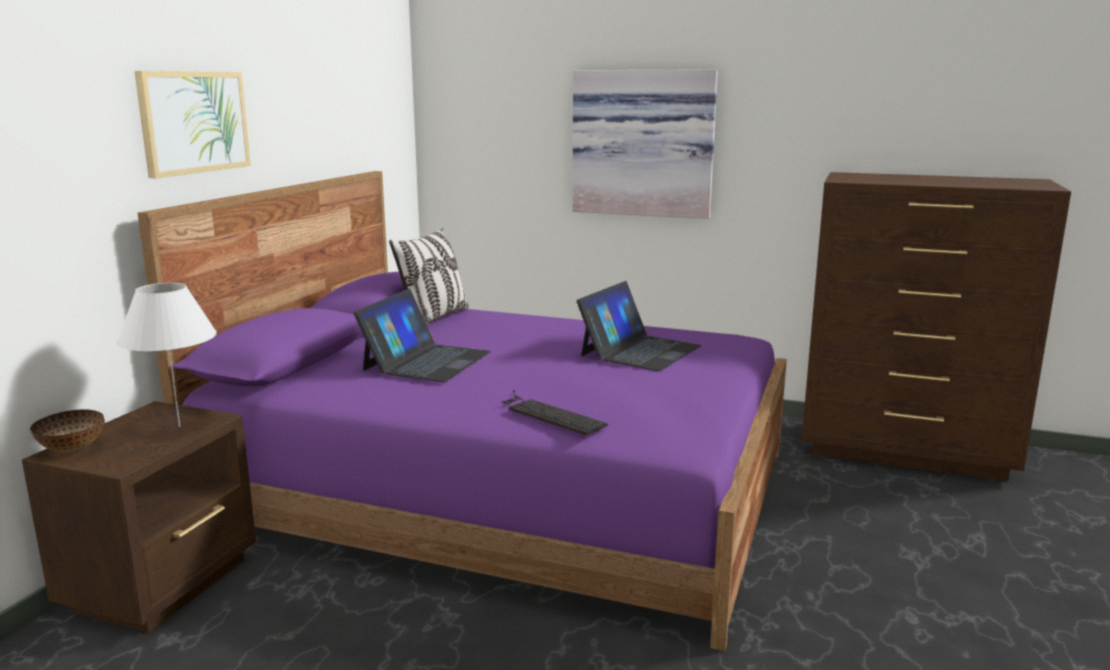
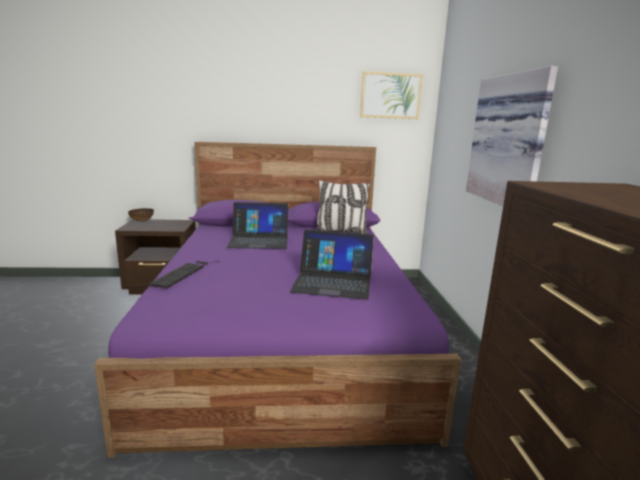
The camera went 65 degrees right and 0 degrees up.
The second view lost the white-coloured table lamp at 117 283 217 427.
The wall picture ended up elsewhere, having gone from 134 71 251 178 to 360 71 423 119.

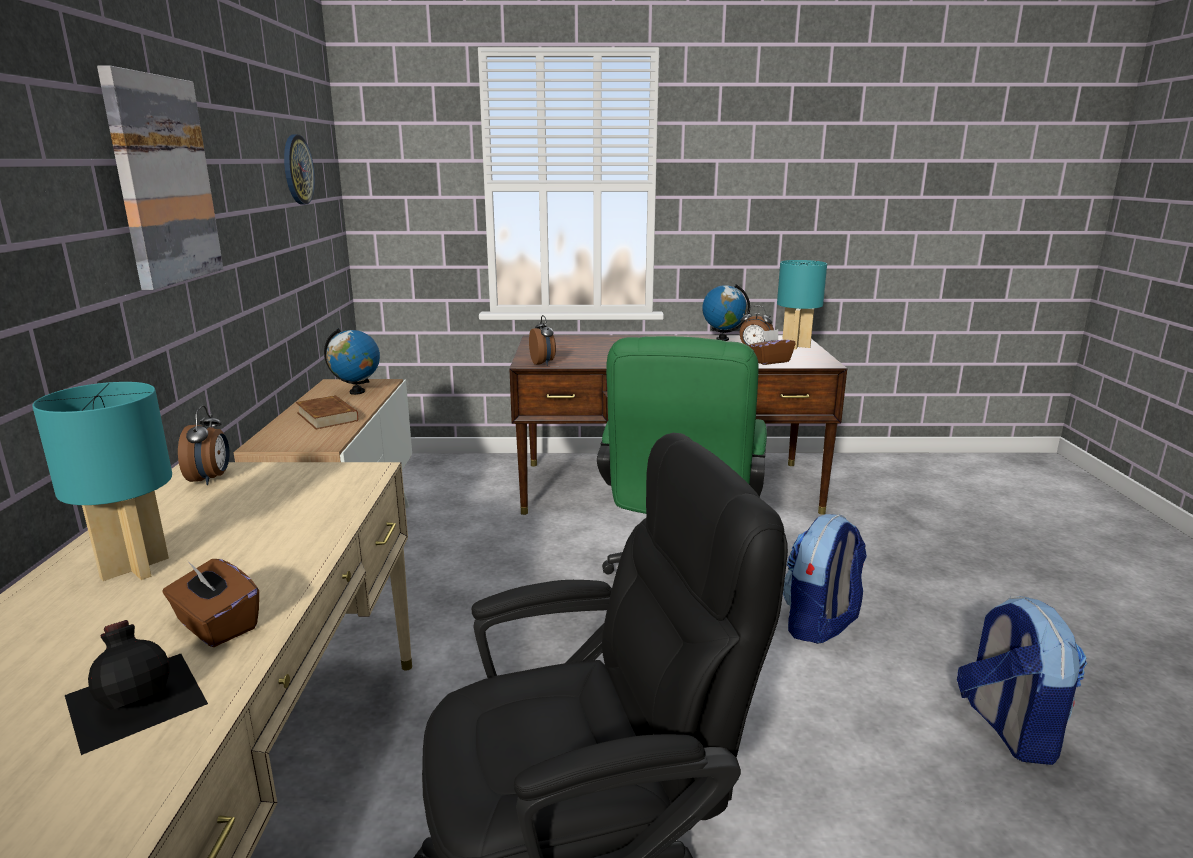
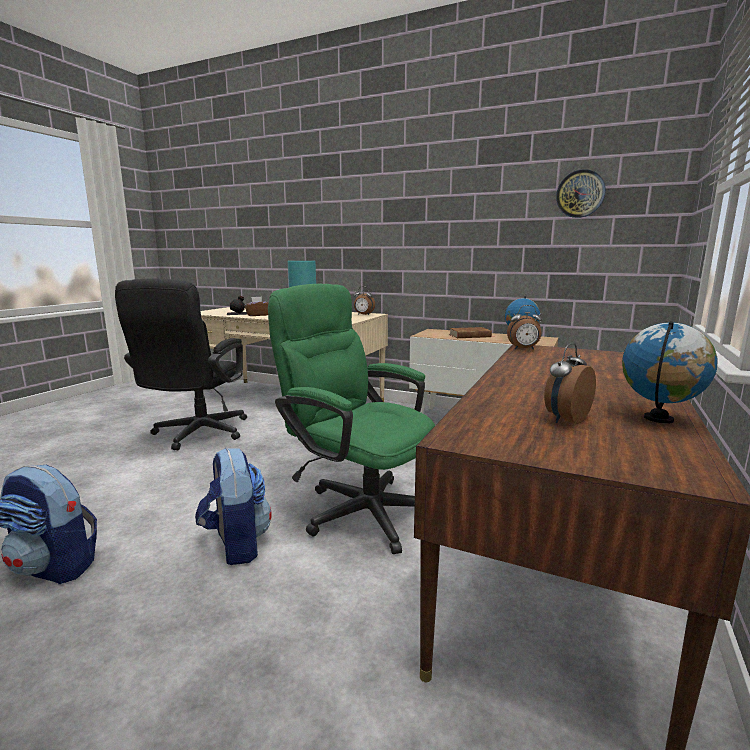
The camera went 115 degrees right and 5 degrees down.
The second view lost the wall picture at 97 65 223 290.
The second view lost the brown-coloured tissue box at 749 329 796 365.
The second view lost the turquoise table lamp at 777 260 827 350.

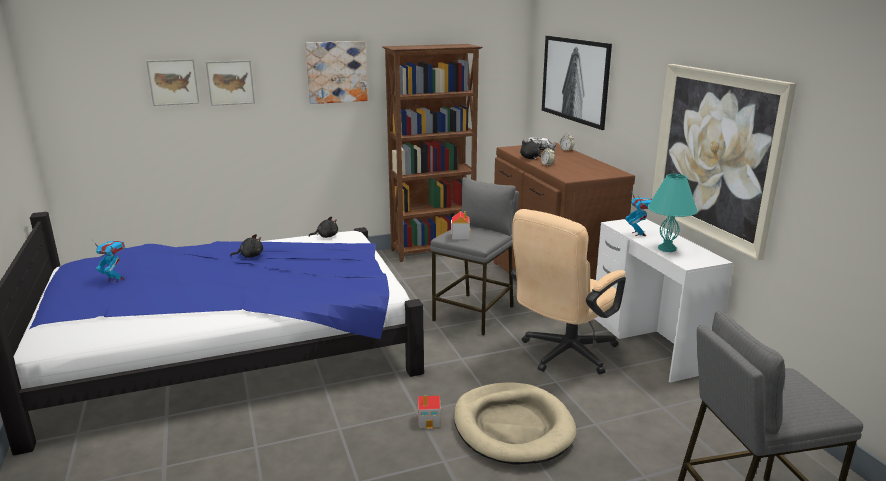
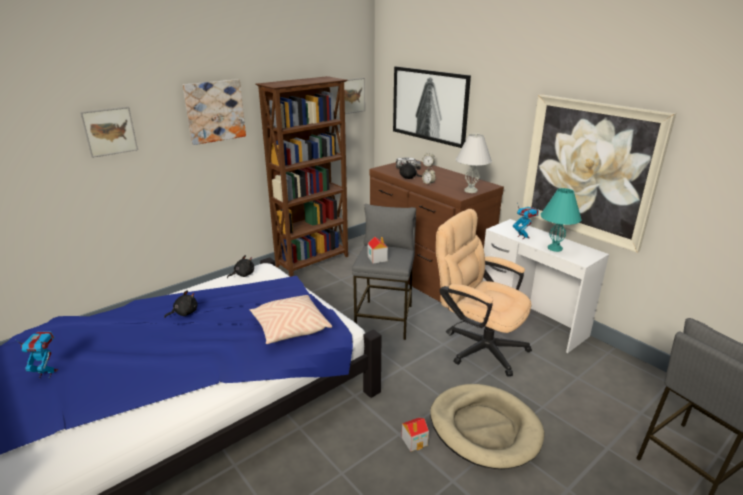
The camera went 20 degrees left and 5 degrees up.
The second view gained the beige pillow at 250 295 332 344.
The second view gained the white-coloured table lamp at 456 133 492 193.
The wall picture ended up elsewhere, having gone from 146 59 199 106 to 338 78 365 115.
The beige desk chair at 511 209 626 374 ended up facing another way, 105 degrees clockwise from before.

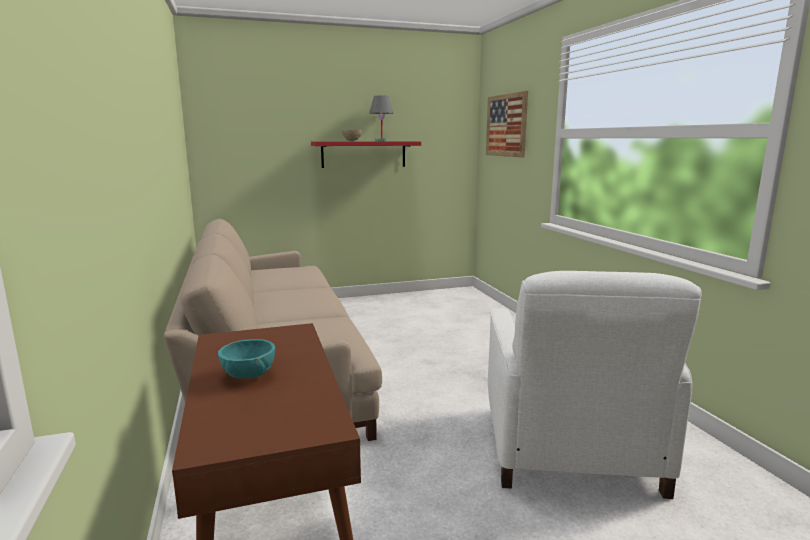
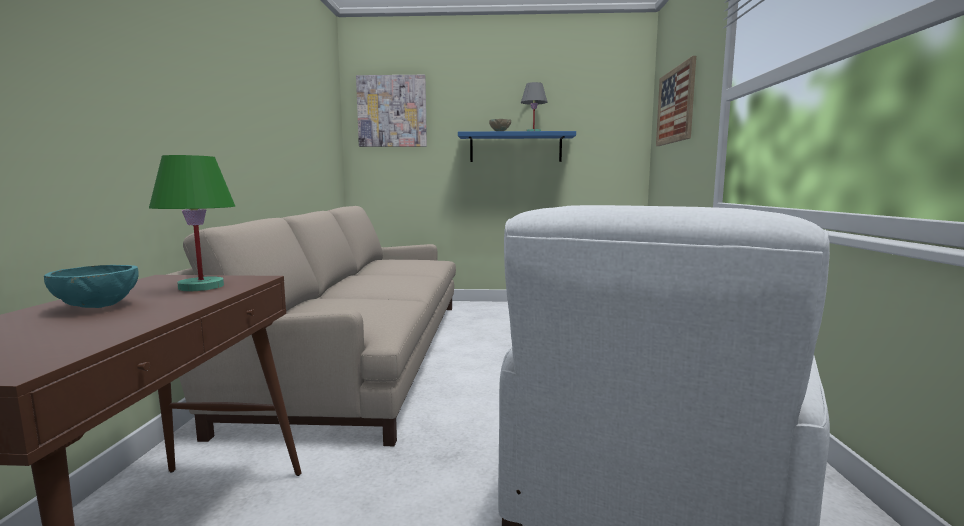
The camera went 20 degrees right and 5 degrees down.
The second view gained the green table lamp at 149 155 235 291.
The second view gained the wall picture at 356 75 427 147.
What was the red wall shelf at 311 141 421 168 turned into the bluish wall shelf at 458 131 576 162.

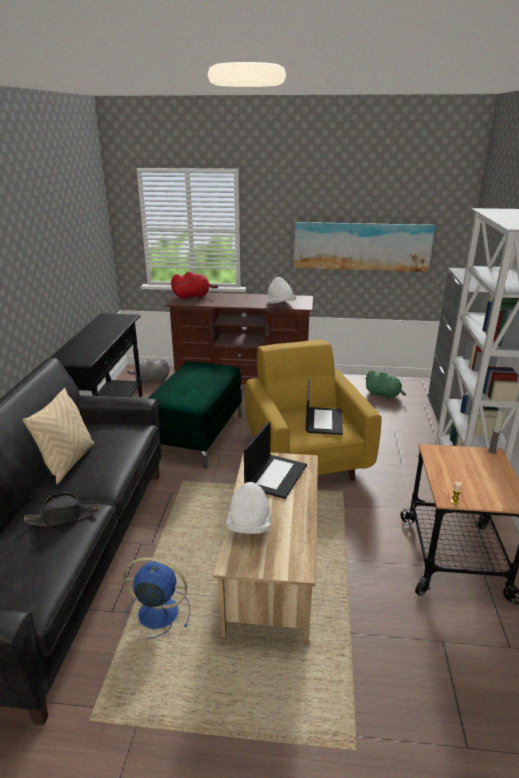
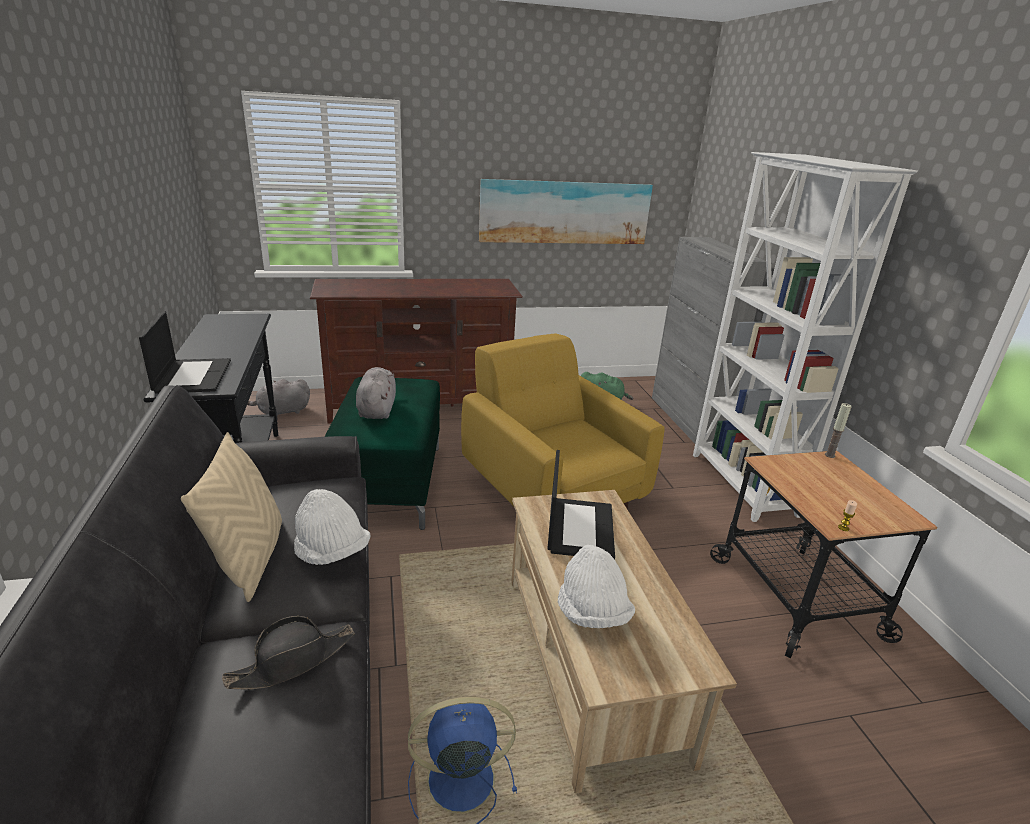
The camera went 20 degrees left and 0 degrees up.
The second view lost the red plush toy at 171 272 218 299.
The second view gained the grey plush toy at 356 367 396 419.
The white-coloured clothing hat ended up elsewhere, having gone from 267 277 296 304 to 294 489 371 565.
The notebook computer ended up elsewhere, having gone from 306 378 343 435 to 139 311 231 394.

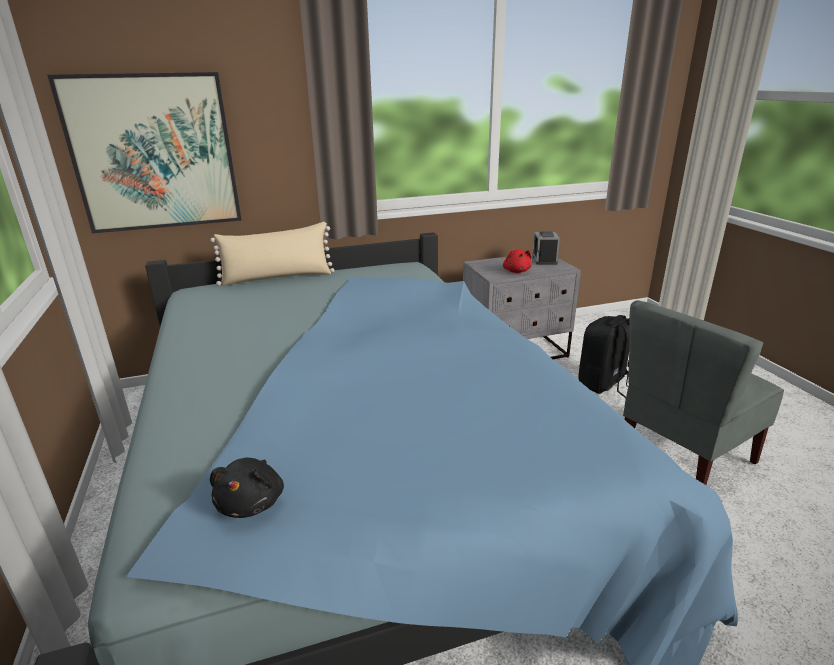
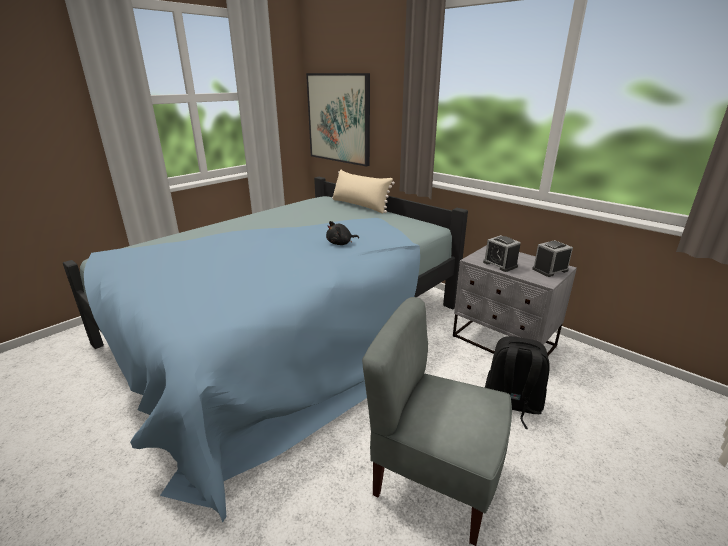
The camera went 60 degrees right and 0 degrees up.
The blackish plush toy ended up elsewhere, having gone from 210 458 284 518 to 326 221 359 245.
Where the red plush toy stood at 503 250 532 273, the alarm clock came to stand at 483 235 521 272.

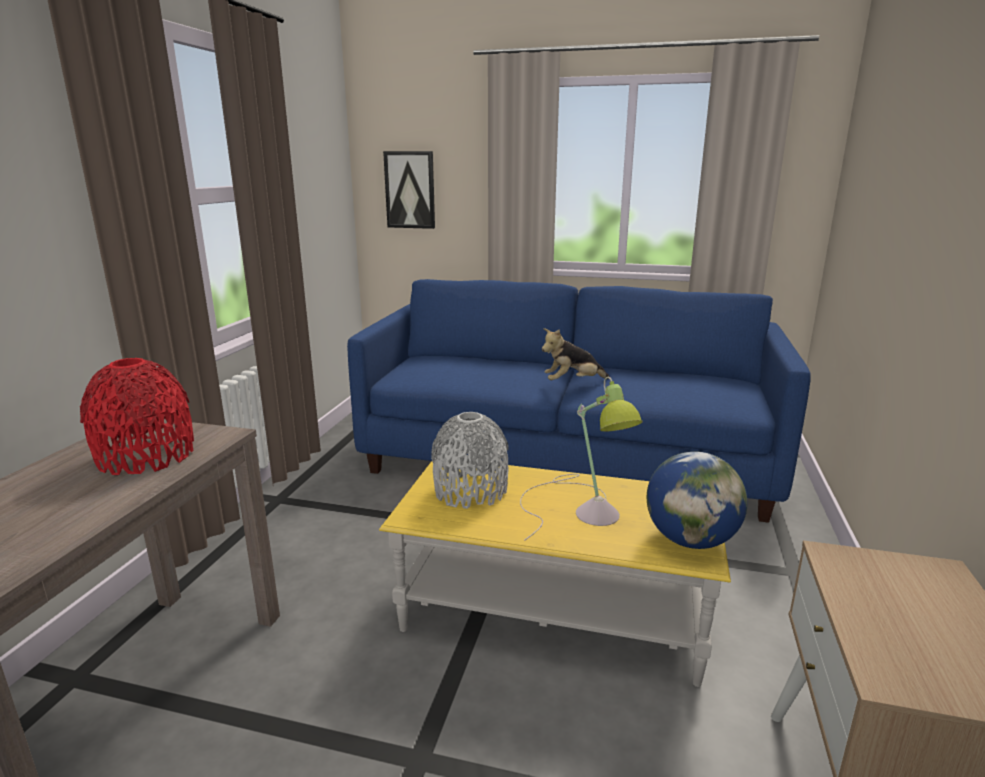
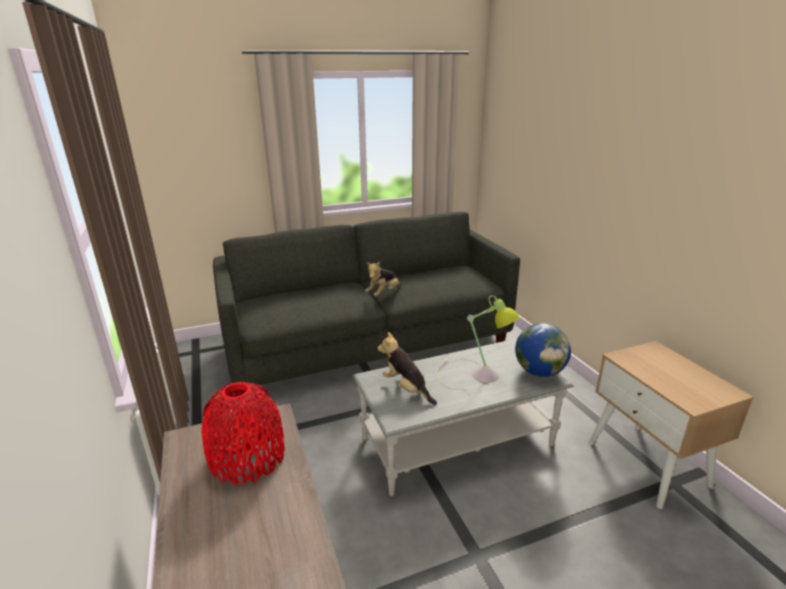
The camera went 35 degrees left and 5 degrees up.
The second view lost the wall picture at 383 151 435 229.
Where the grey vase stood at 431 412 509 509, the plush toy came to stand at 378 332 437 405.
What was the bluish couch at 347 279 811 523 turned into the grey couch at 213 212 520 385.
What was the yellowish low table at 379 461 731 687 turned into the grey low table at 353 339 574 496.

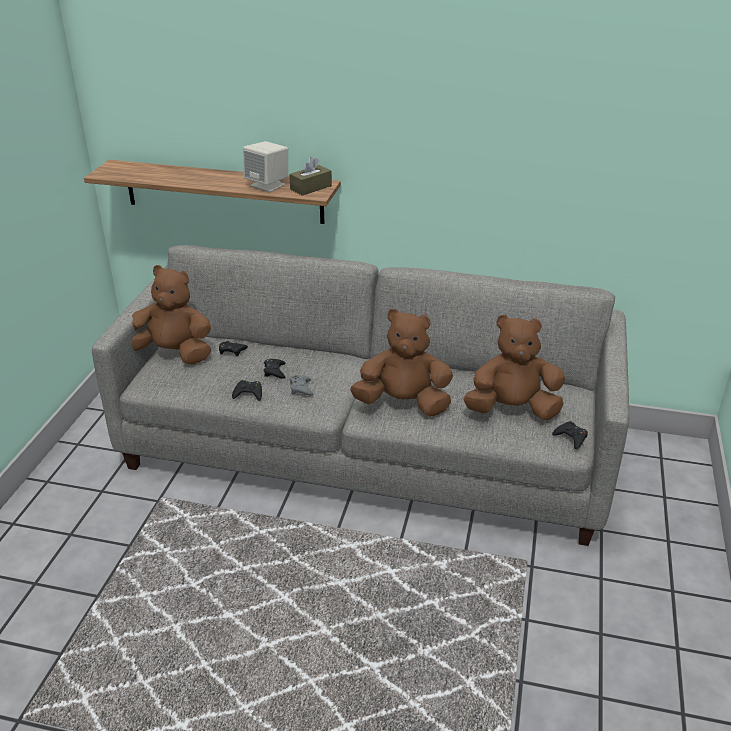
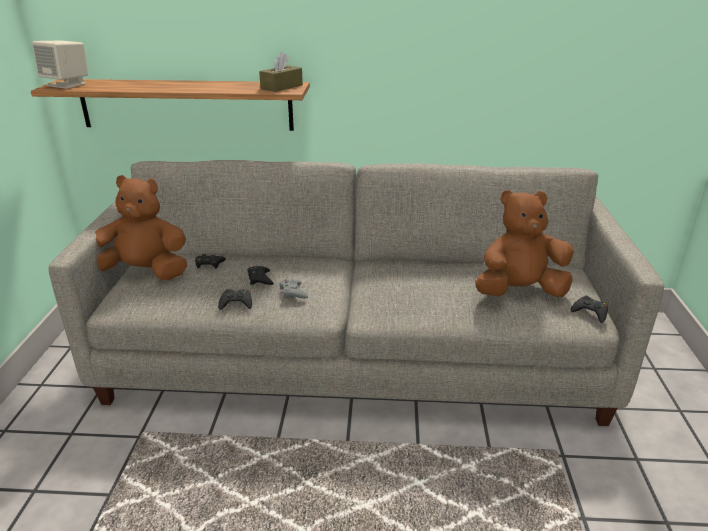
The camera went 10 degrees left and 5 degrees down.
The second view lost the brown-coloured plush toy at 350 309 453 416.
The beige speaker ended up elsewhere, having gone from 243 141 288 192 to 32 41 88 89.

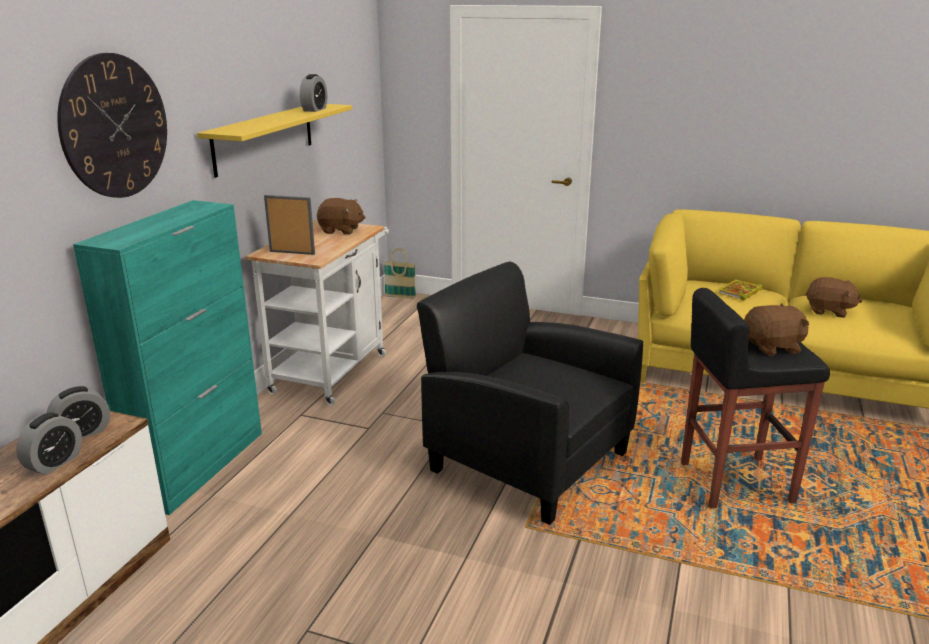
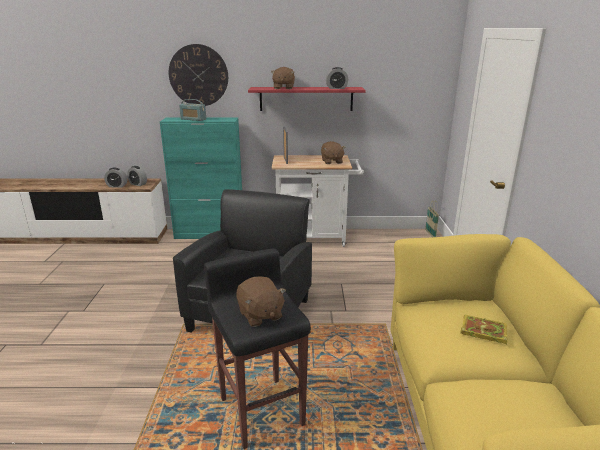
The camera went 70 degrees right and 0 degrees up.
The second view gained the radio receiver at 179 99 206 121.
The brown-coloured plush toy ended up elsewhere, having gone from 805 277 862 318 to 271 67 295 89.
What was the yellowish wall shelf at 197 104 352 178 turned into the red wall shelf at 248 87 366 111.

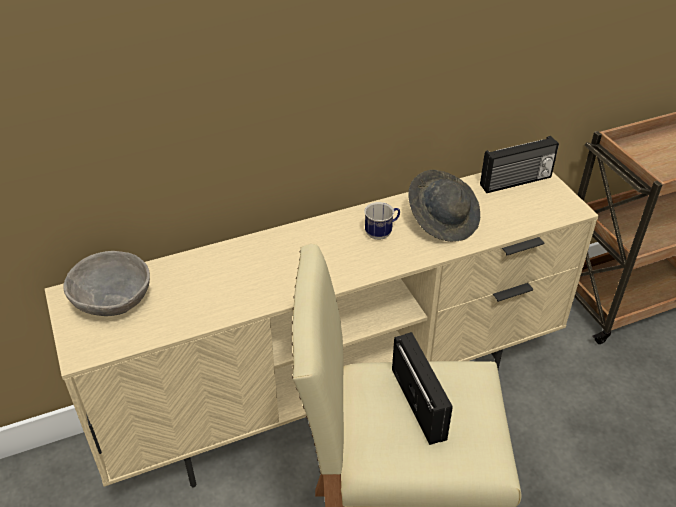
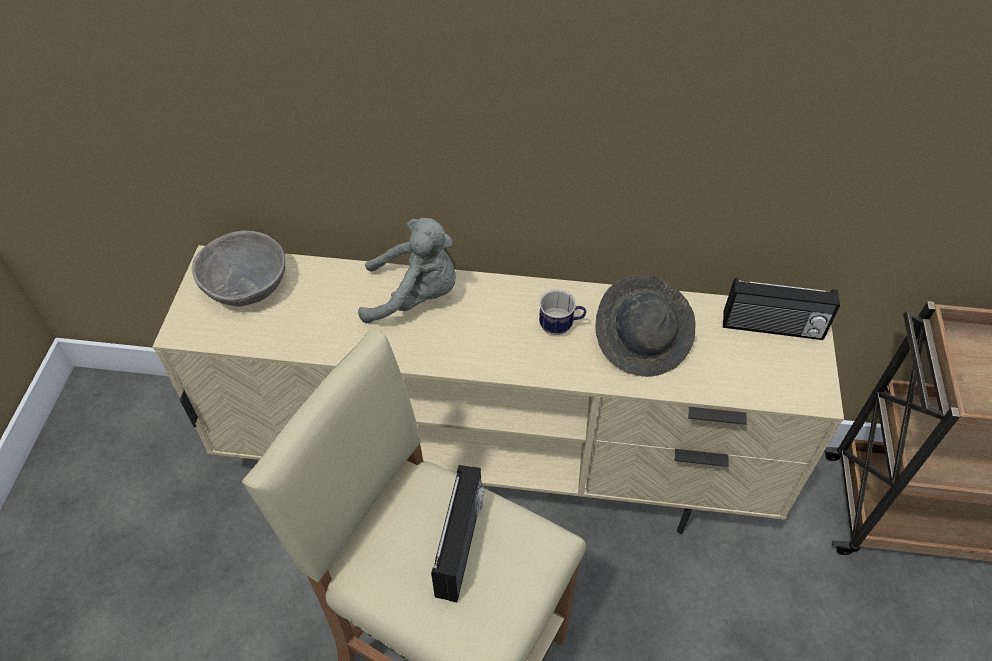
The camera went 30 degrees right and 10 degrees up.
The second view gained the grey plush toy at 358 218 456 323.

